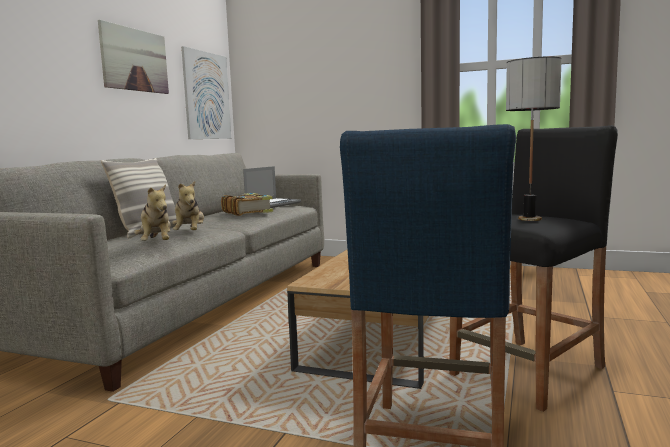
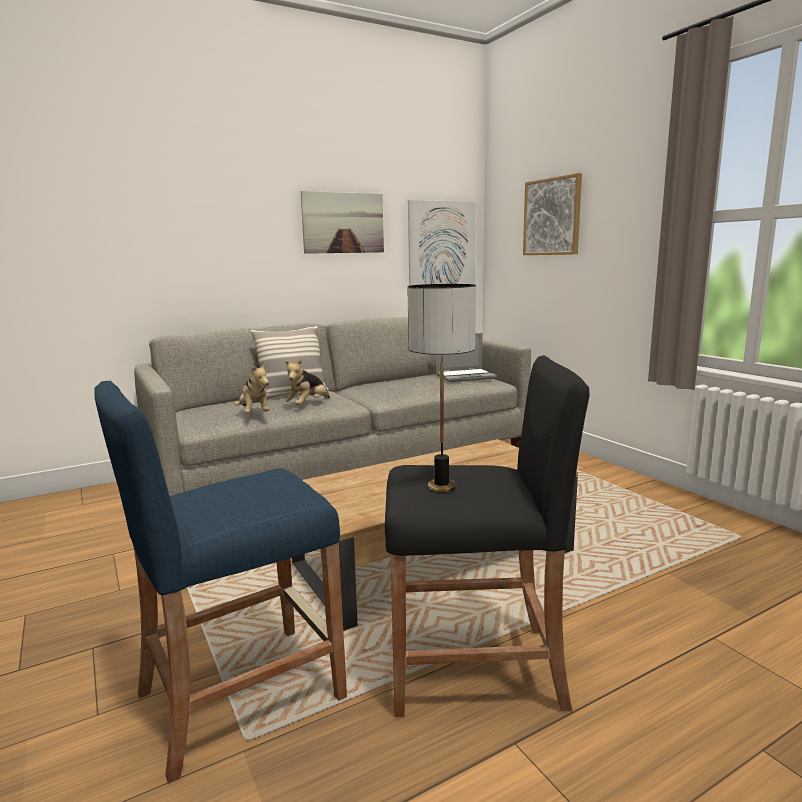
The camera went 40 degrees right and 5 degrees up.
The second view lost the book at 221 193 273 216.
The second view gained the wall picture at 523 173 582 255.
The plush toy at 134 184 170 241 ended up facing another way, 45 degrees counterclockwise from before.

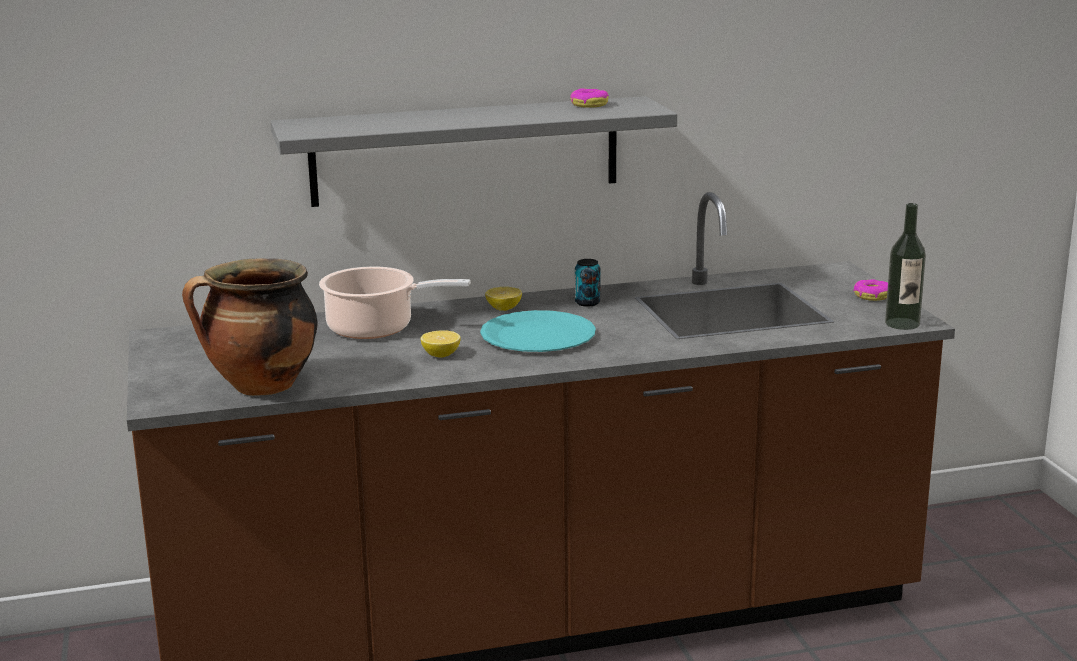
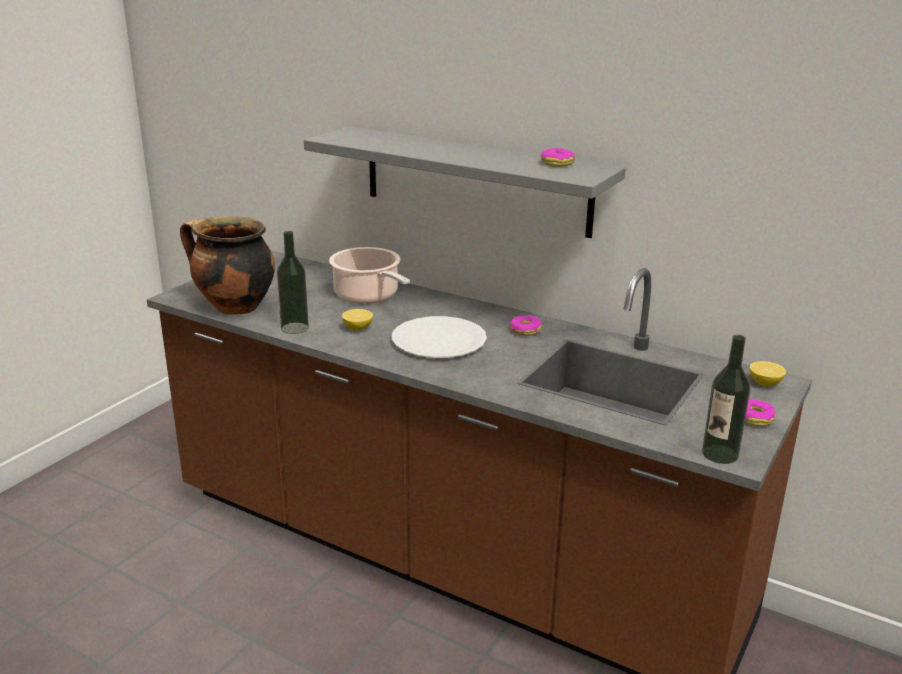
The camera went 45 degrees right and 5 degrees up.
The second view gained the beverage bottle at 277 231 309 334.
The lemon ended up elsewhere, having gone from 485 287 522 311 to 749 361 786 386.
Where the can stood at 575 259 600 307, the doughnut came to stand at 510 315 542 336.
What was the turquoise flat dish at 480 310 596 352 turned into the white-coloured flat dish at 392 316 487 358.

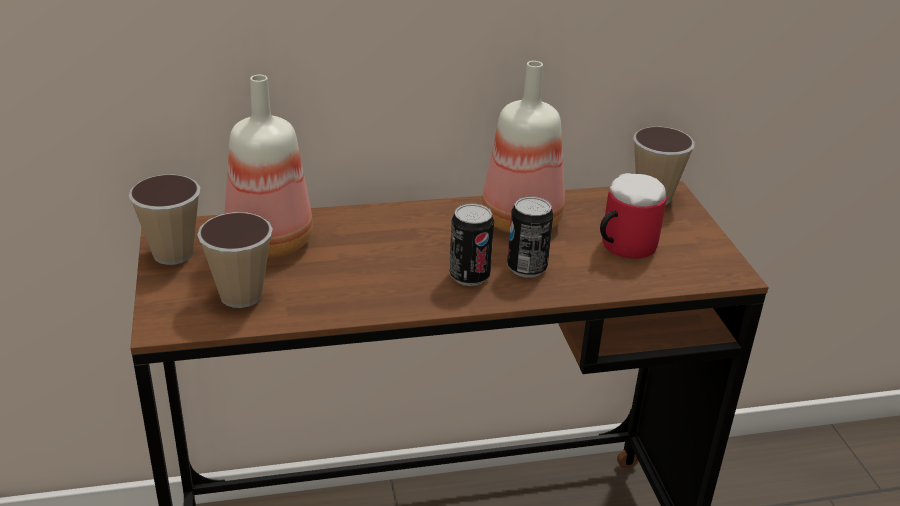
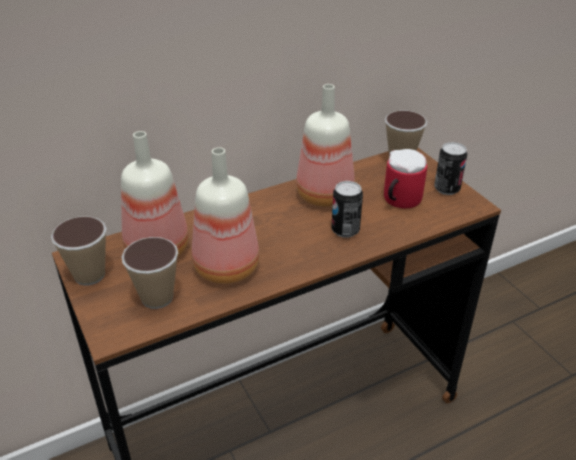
The camera went 15 degrees left and 5 degrees up.
The second view gained the beverage bottle at 192 147 260 284.
The can ended up elsewhere, having gone from 449 203 494 286 to 434 142 467 195.

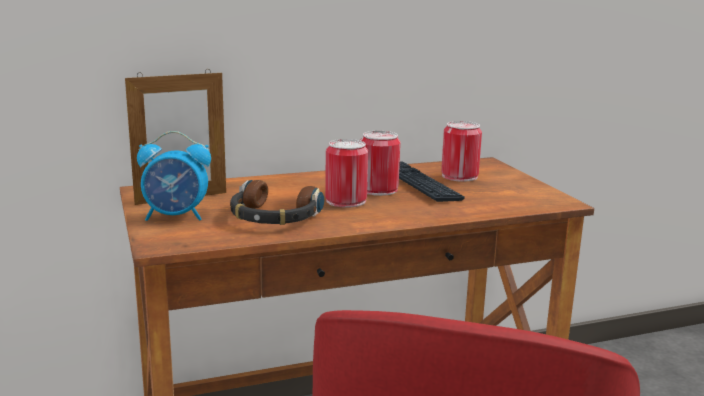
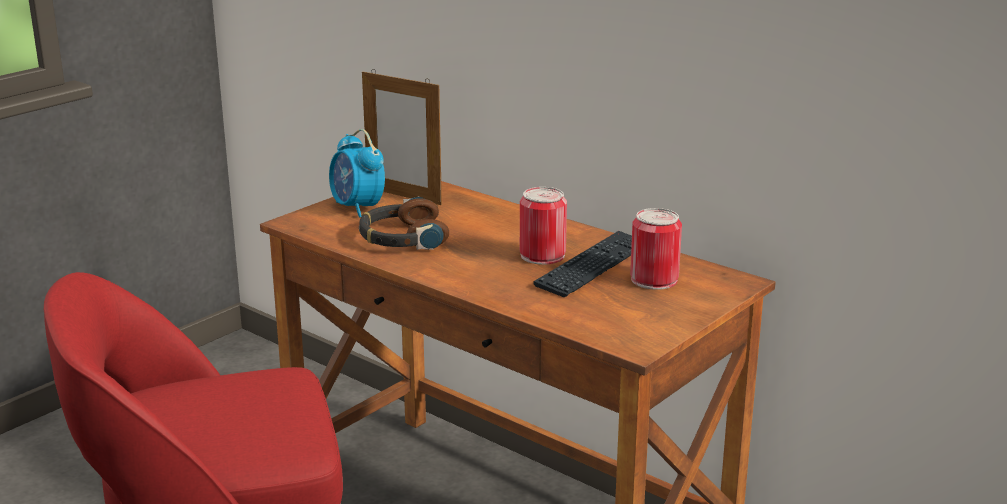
The camera went 60 degrees right and 5 degrees up.
The second view lost the can at 325 139 368 208.

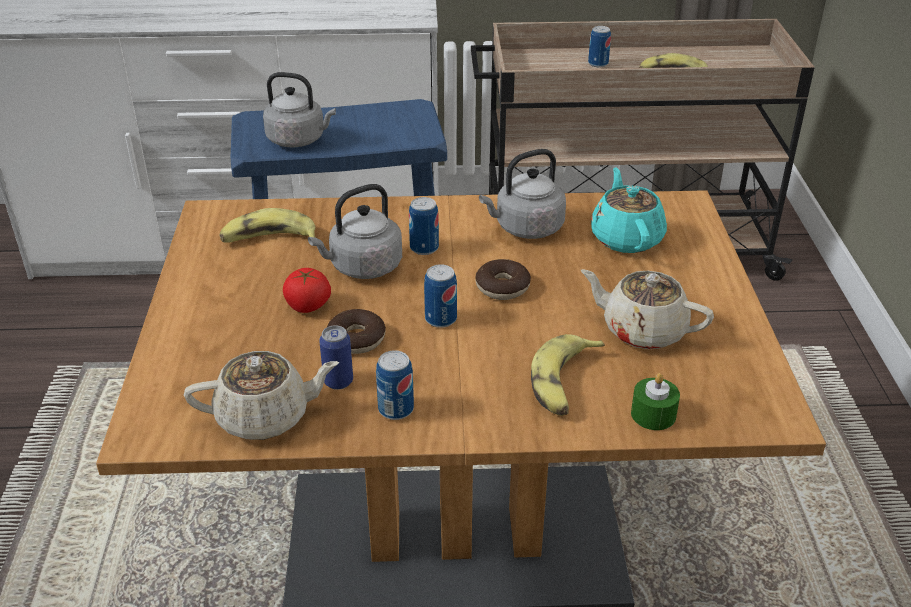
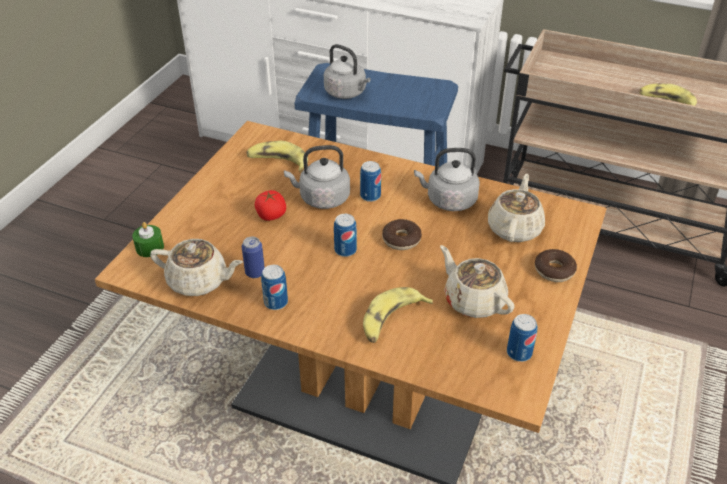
The camera went 25 degrees right and 5 degrees up.
The doughnut ended up elsewhere, having gone from 327 309 386 354 to 535 249 577 282.
The can ended up elsewhere, having gone from 588 26 611 67 to 507 314 538 362.
The green wax light ended up elsewhere, having gone from 631 373 680 430 to 132 222 164 257.
What was the turquoise teapot at 591 167 667 253 turned into the beige teapot at 488 174 545 242.

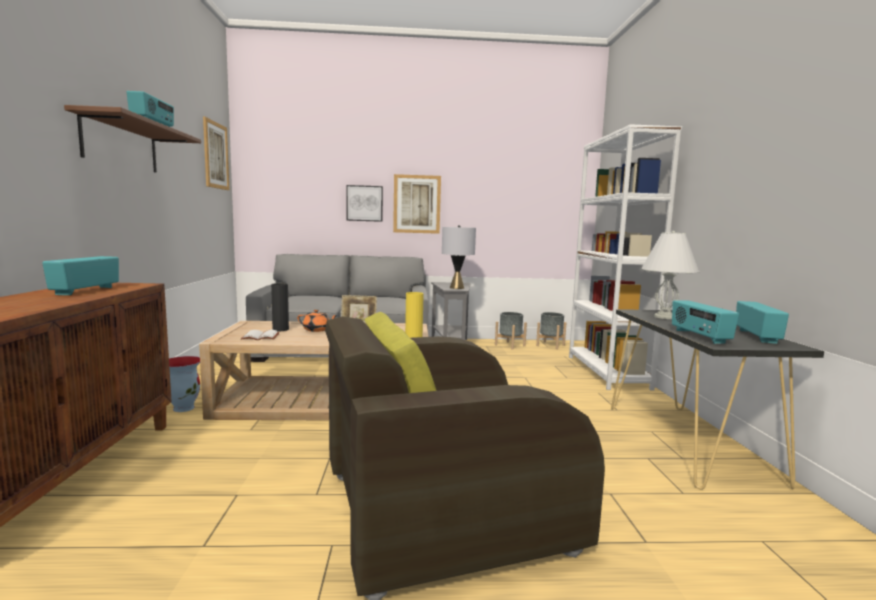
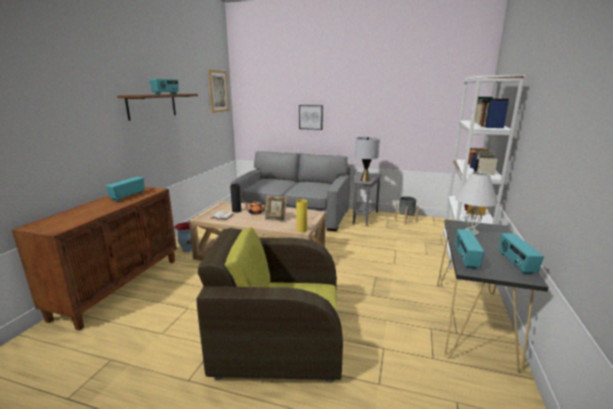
The camera went 20 degrees right and 10 degrees up.
The second view lost the wall picture at 393 174 441 234.
The second view lost the grey planter at 536 312 567 350.
The radio receiver at 736 301 789 344 ended up facing another way, 150 degrees clockwise from before.

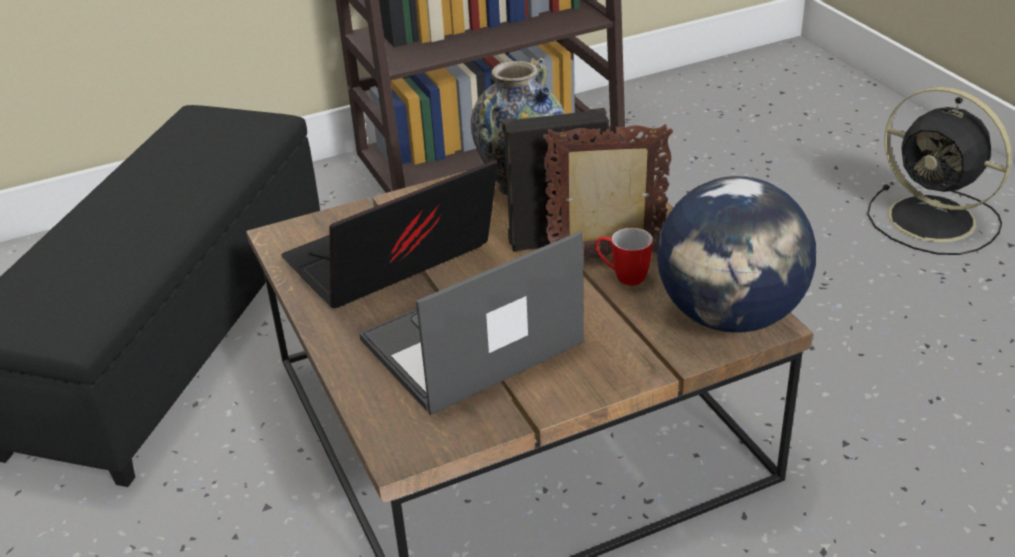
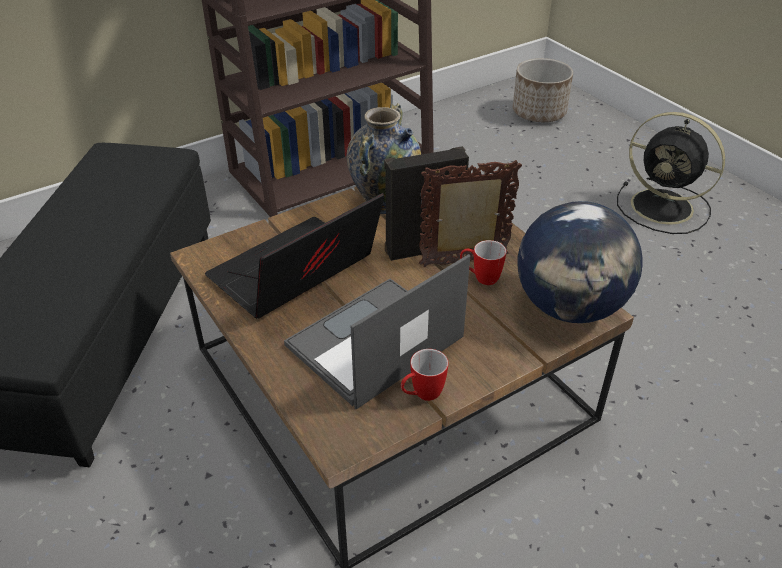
The camera went 10 degrees left and 5 degrees up.
The second view gained the coffee mug at 401 349 448 401.
The second view gained the planter at 513 58 573 122.

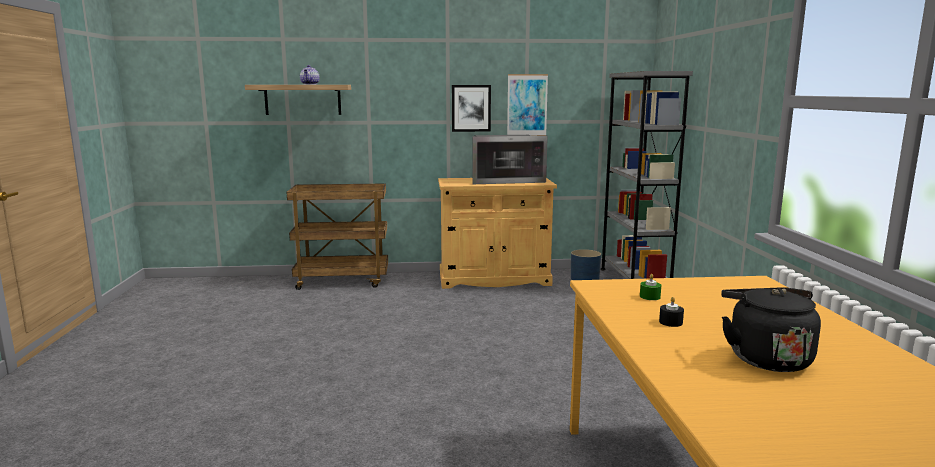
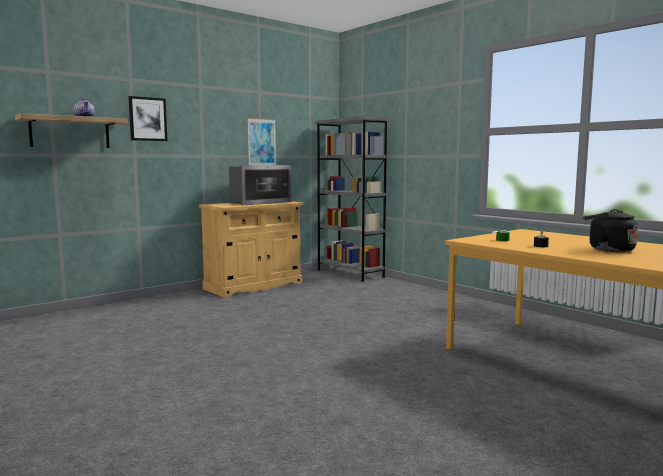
The camera went 35 degrees left and 5 degrees down.
The second view lost the brown-coloured trolley at 286 183 388 290.
The second view lost the bluish planter at 571 249 601 280.
The wall picture ended up elsewhere, having gone from 452 85 491 132 to 128 96 167 141.

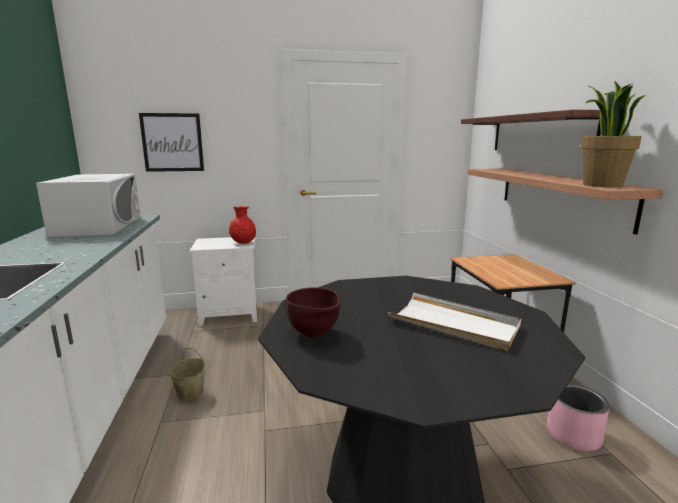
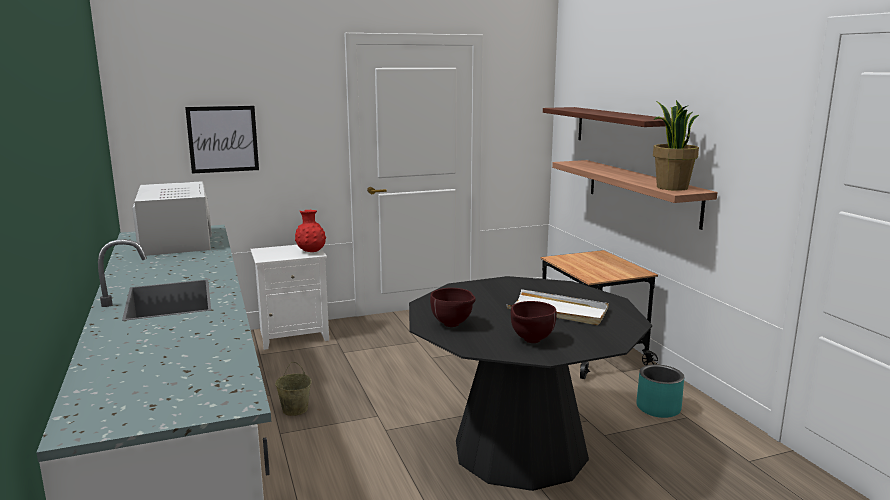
The camera went 10 degrees left and 0 degrees up.
The second view gained the brown-coloured bowl at 511 301 557 343.
What was the pink planter at 547 384 610 451 turned into the turquoise planter at 636 364 684 418.

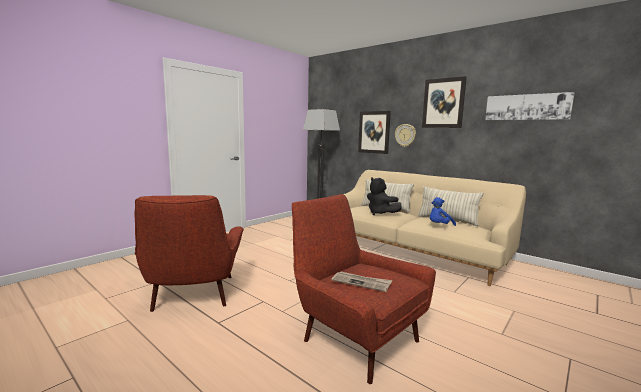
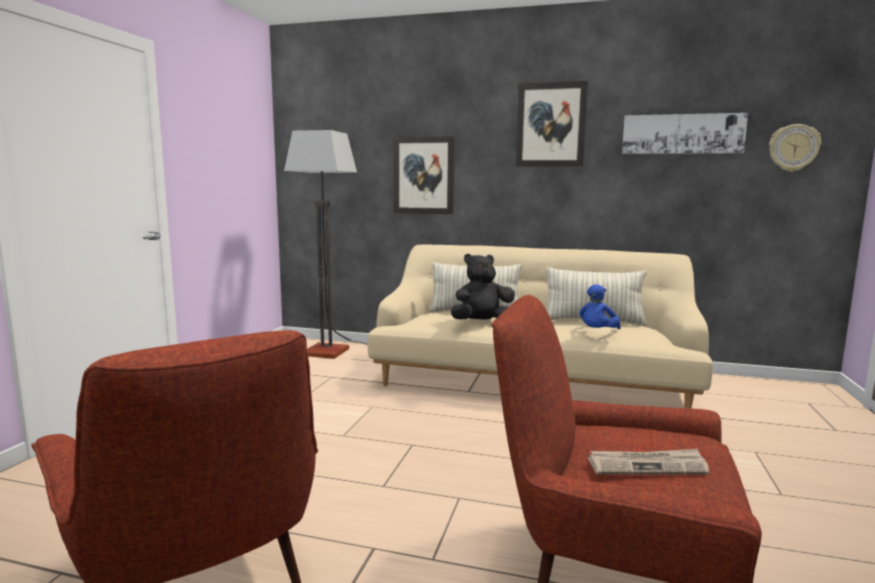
The camera went 25 degrees left and 0 degrees up.
The wall clock ended up elsewhere, having gone from 395 124 416 147 to 769 124 822 172.
The blackish plush toy at 367 177 402 215 ended up facing another way, 135 degrees clockwise from before.

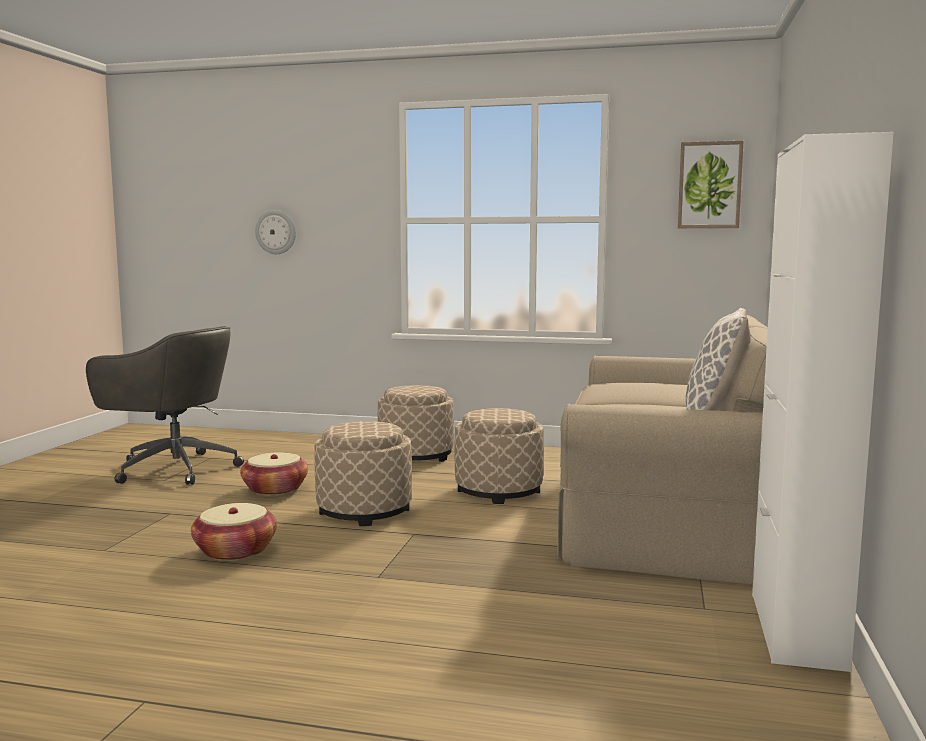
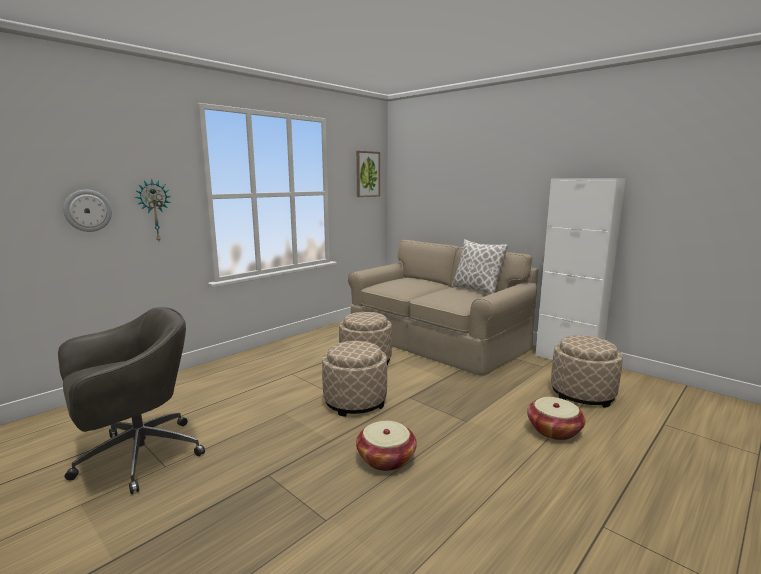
The camera went 60 degrees left and 5 degrees up.
The second view gained the wall clock at 135 179 171 241.
The storage basket ended up elsewhere, having gone from 240 452 308 496 to 527 397 585 440.
The beige footrest ended up elsewhere, having gone from 378 385 454 462 to 551 335 623 408.

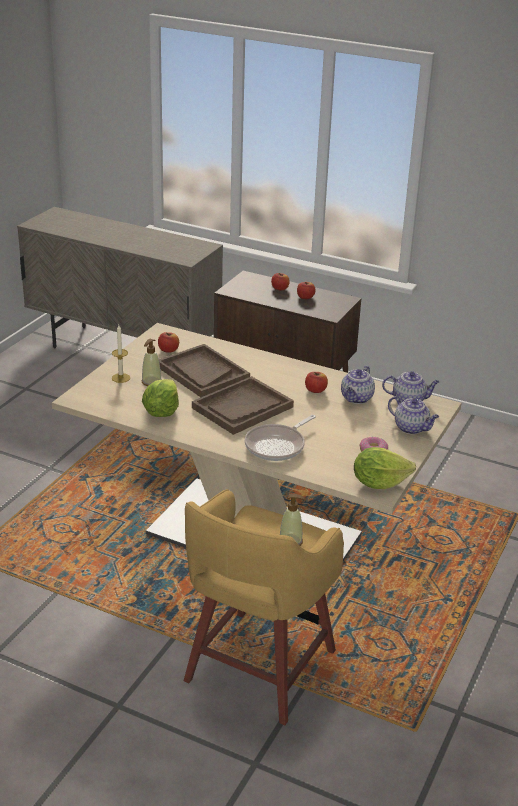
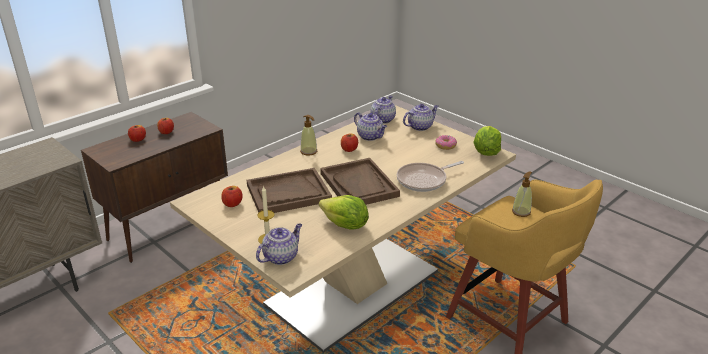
The camera went 70 degrees left and 0 degrees up.
The second view gained the teapot at 256 223 302 265.
The soap dispenser ended up elsewhere, having gone from 141 339 162 386 to 300 115 317 156.
The frying pan at 245 415 316 461 ended up facing another way, 90 degrees clockwise from before.

